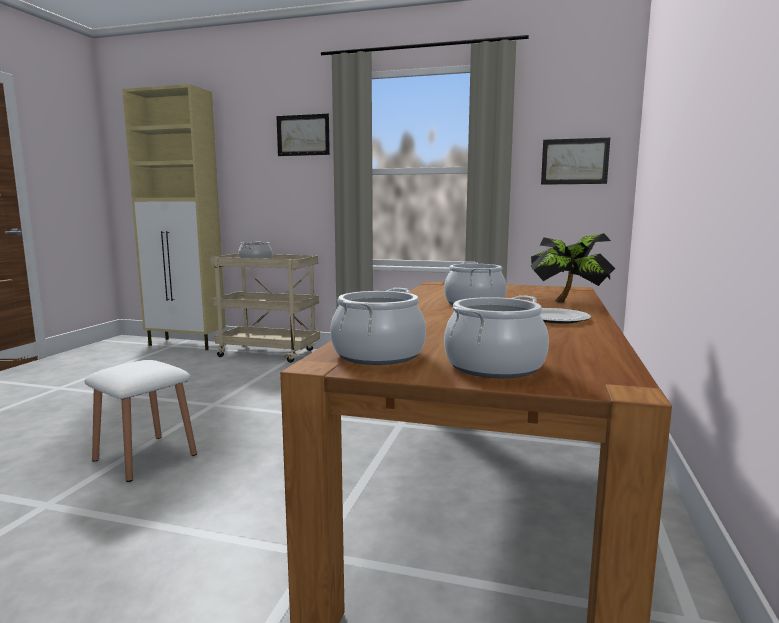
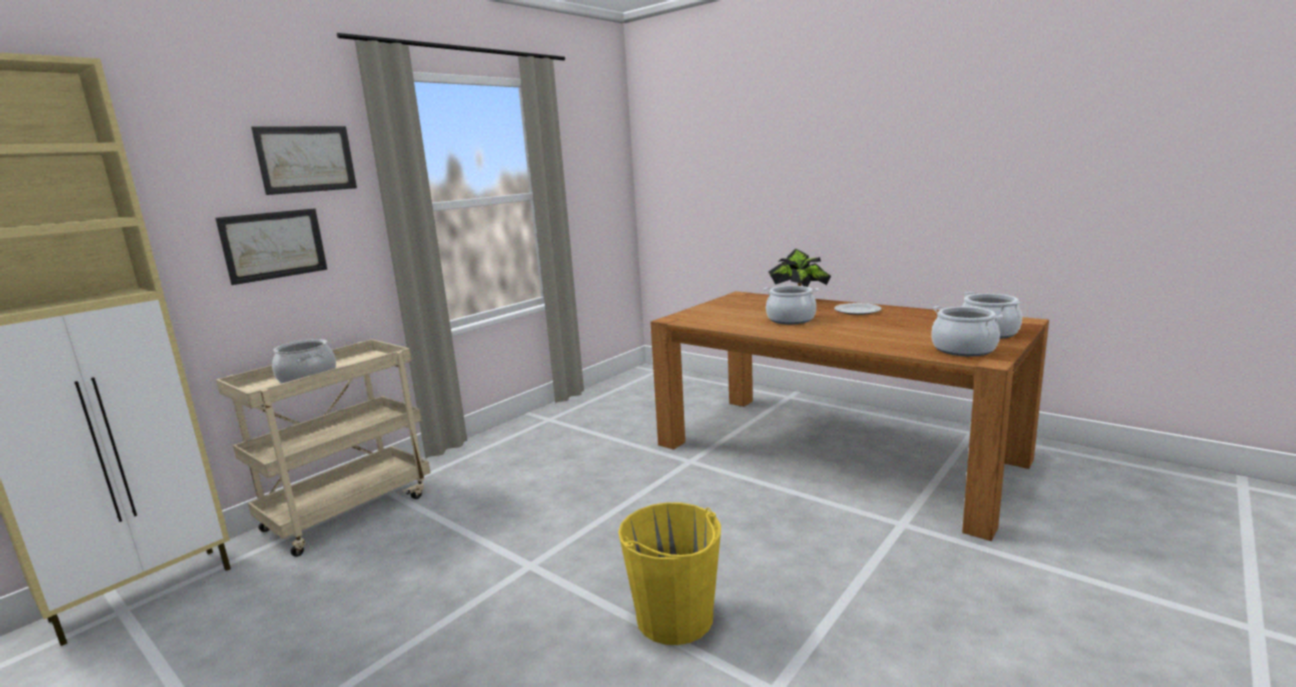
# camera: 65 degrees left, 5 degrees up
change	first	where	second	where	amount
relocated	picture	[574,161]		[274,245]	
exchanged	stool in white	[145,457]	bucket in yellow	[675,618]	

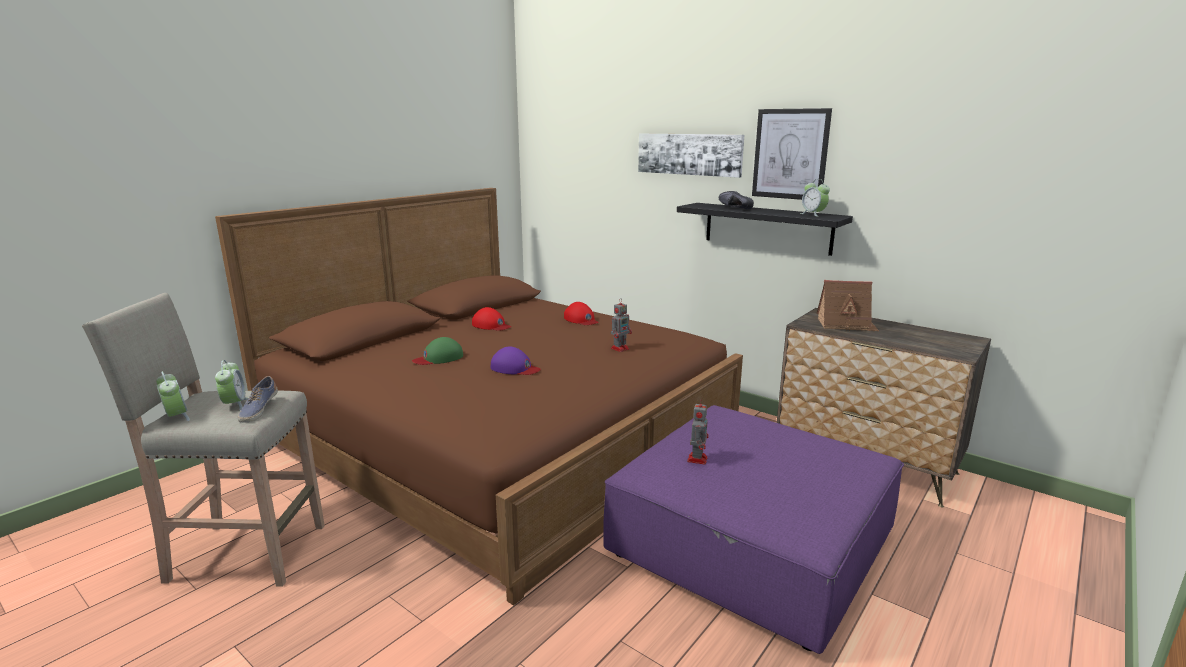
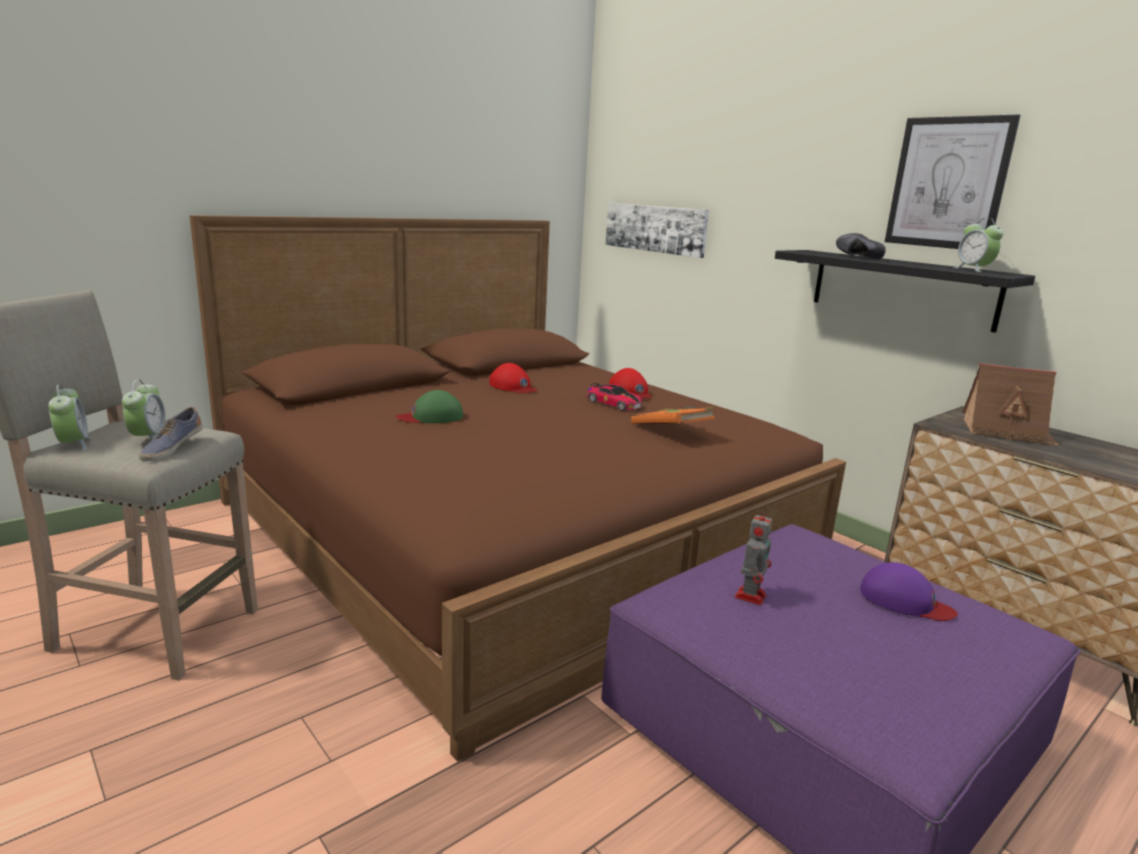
# camera: 10 degrees right, 0 degrees up
change	first	where	second	where	amount
appeared			toy car	[613,403]	
relocated	picture	[689,154]		[655,228]	
exchanged	toy robot	[620,348]	book in orange	[671,431]	
relocated	cap in purple	[515,368]		[905,601]	

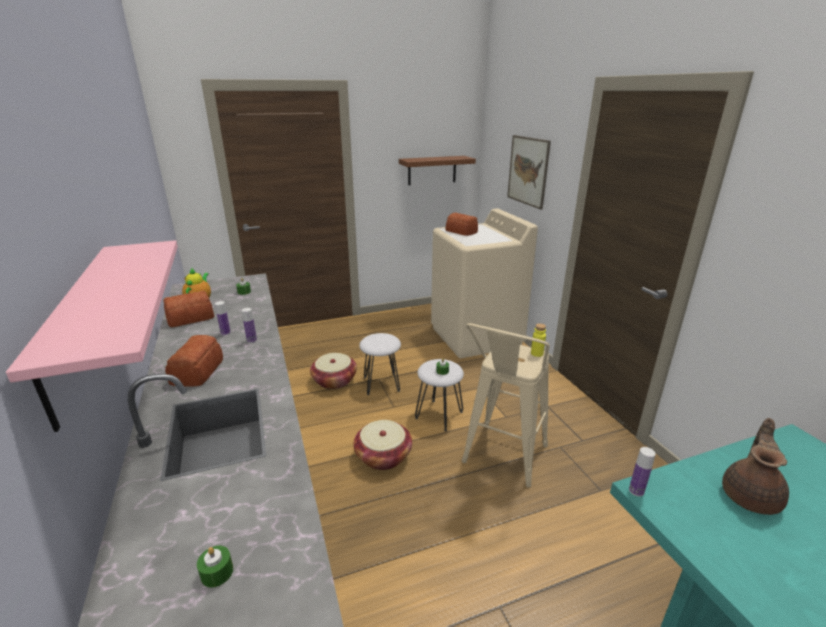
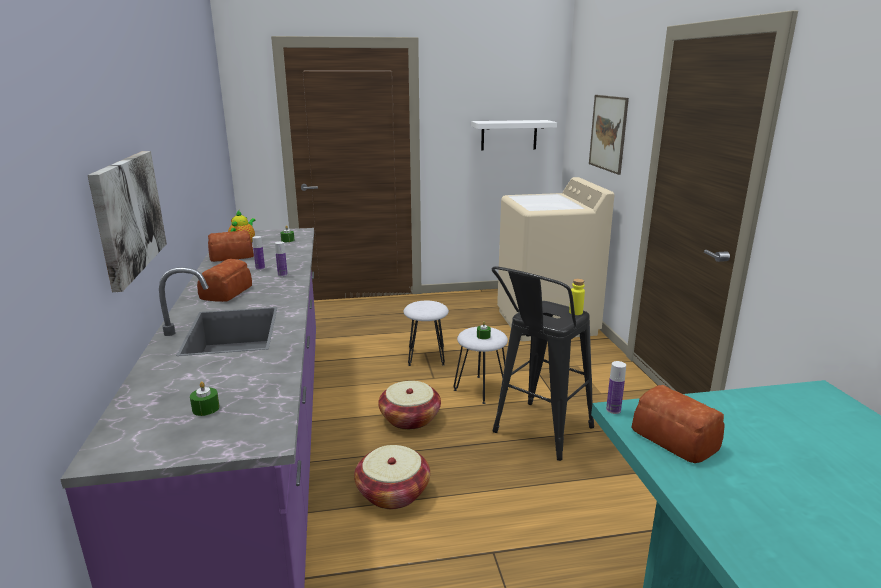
# camera: 10 degrees right, 5 degrees down
change	first	where	second	where	amount
exchanged	shelf in pink	[80,325]	picture	[128,215]	
relocated	basket	[334,380]		[393,492]	
colour	shelf in brown	[432,170]	shelf in white	[509,135]	
colour	stool in beige	[501,460]	stool in black	[537,434]	
relocated	bread	[461,231]		[674,437]	
missing	teapot in brown	[750,496]			

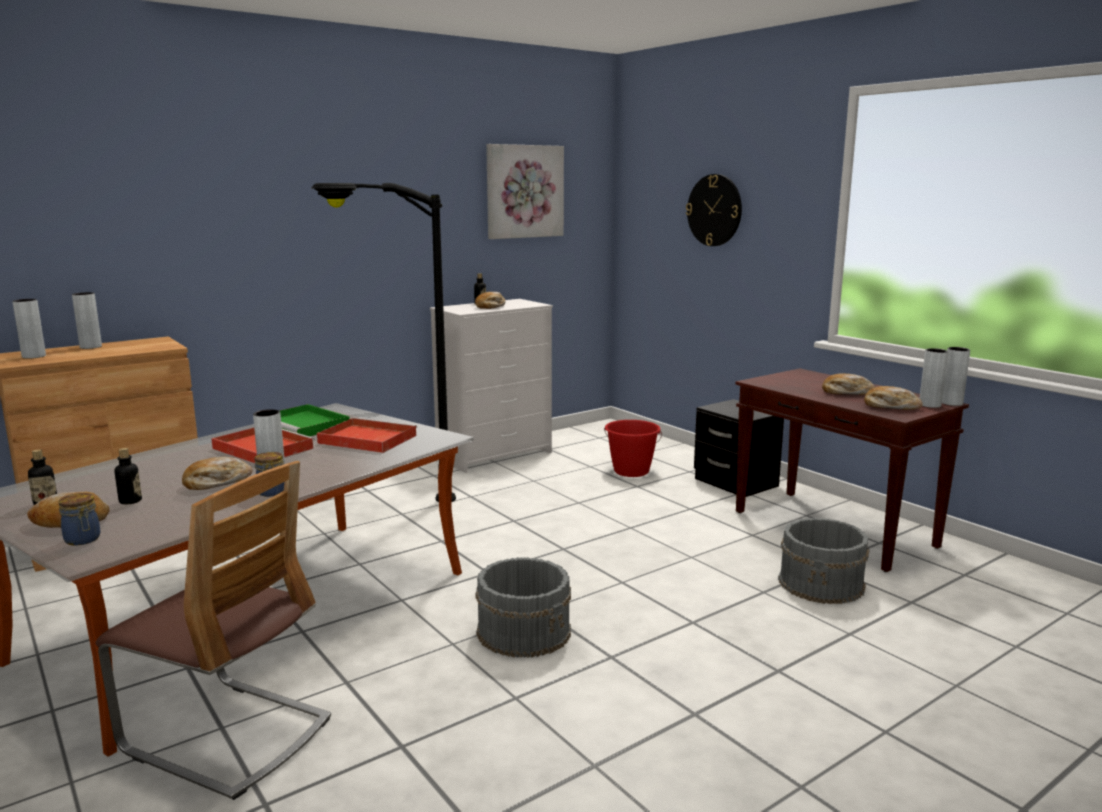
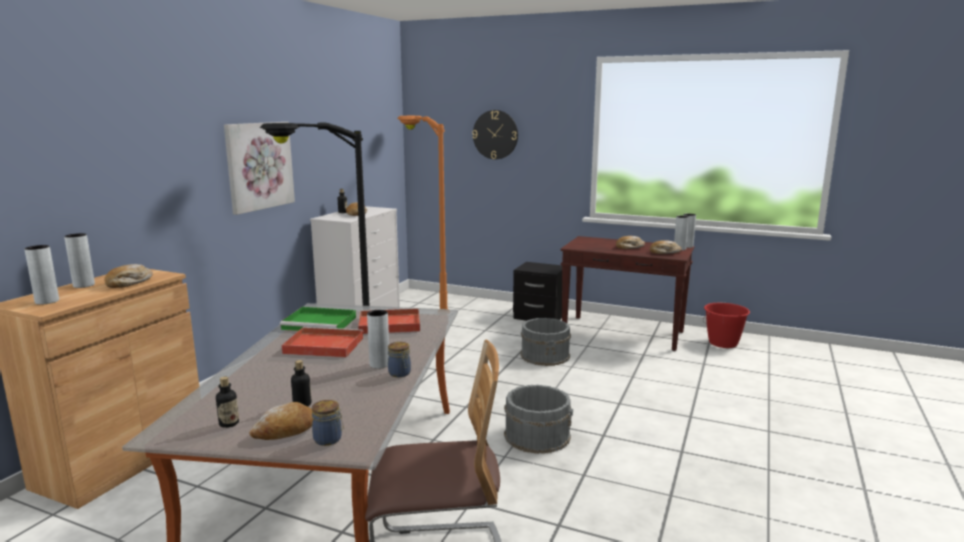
# camera: 30 degrees left, 0 degrees up
change	first	where	second	where	amount
relocated	bread	[216,482]		[129,283]	
relocated	picture	[524,191]		[259,166]	
appeared			floor lamp in orange	[423,303]	
relocated	bucket in grey	[822,583]		[545,355]	
relocated	bucket in red	[631,471]		[723,343]	

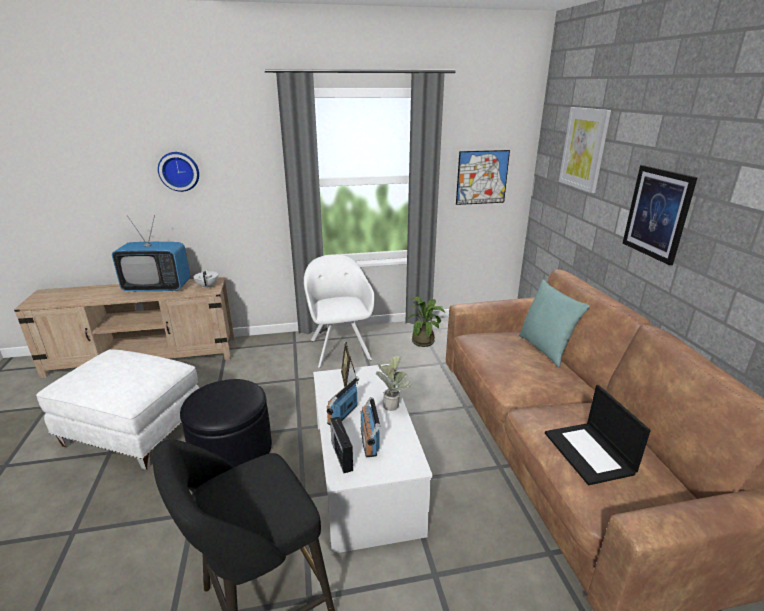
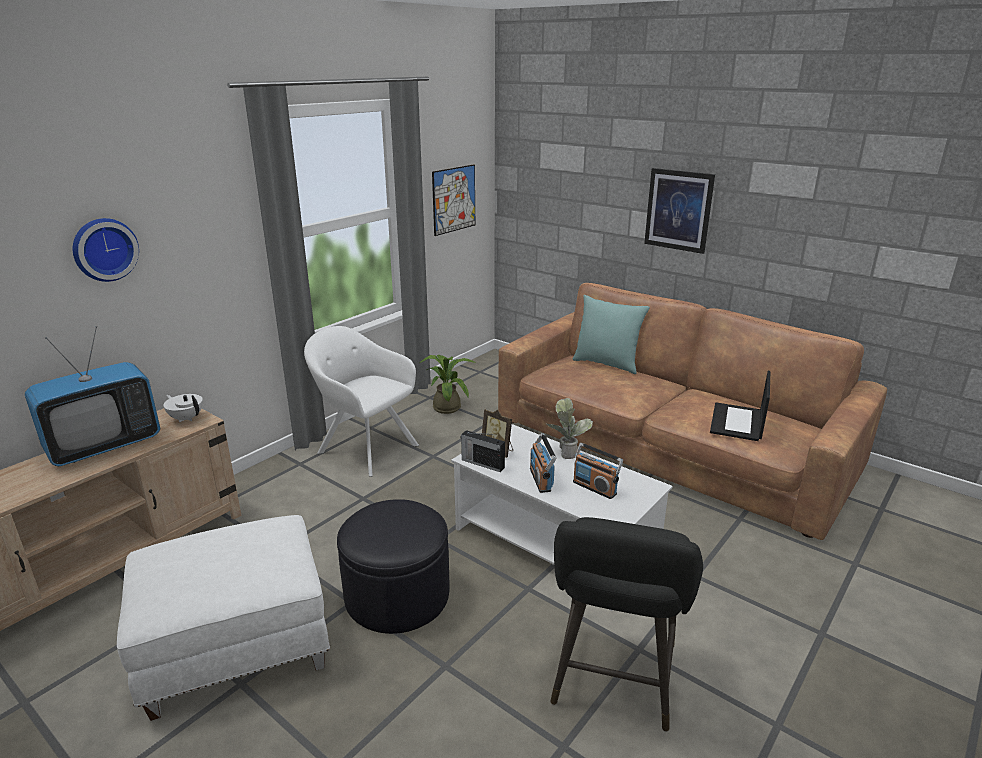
# camera: 40 degrees left, 0 degrees up
change	first	where	second	where	amount
relocated	radio	[341,455]		[482,463]	
spun	laptop	[589,453]		[737,422]	75 degrees clockwise
missing	picture	[584,149]			

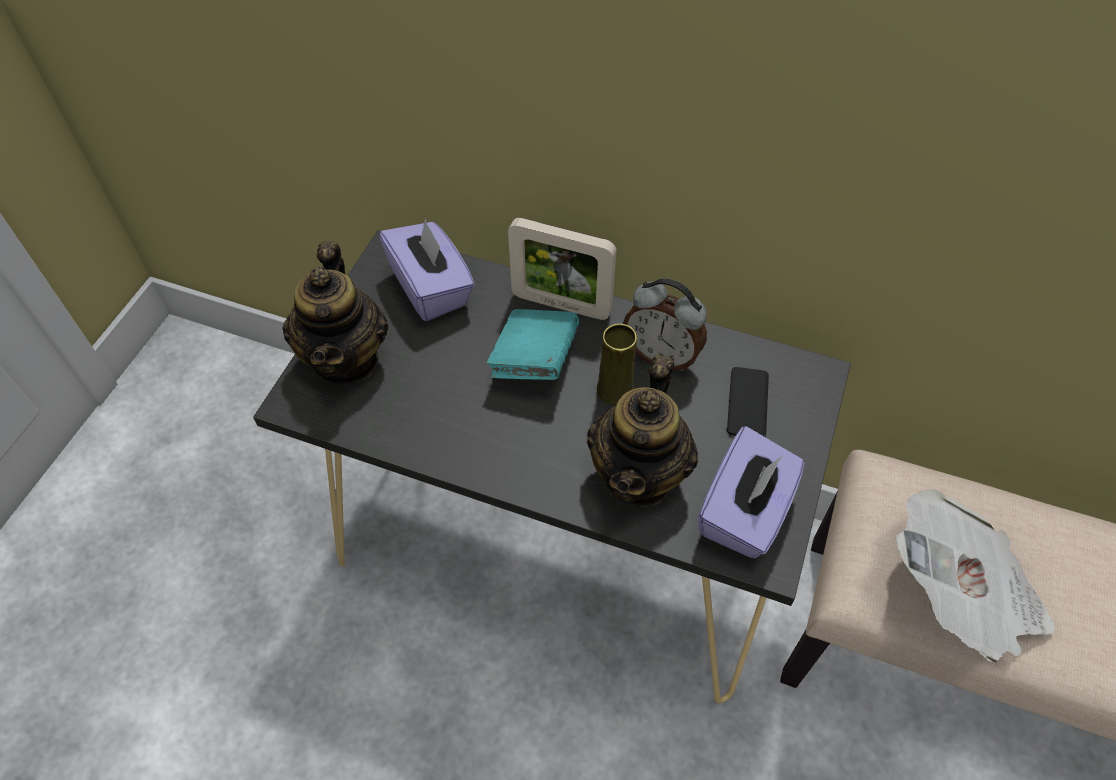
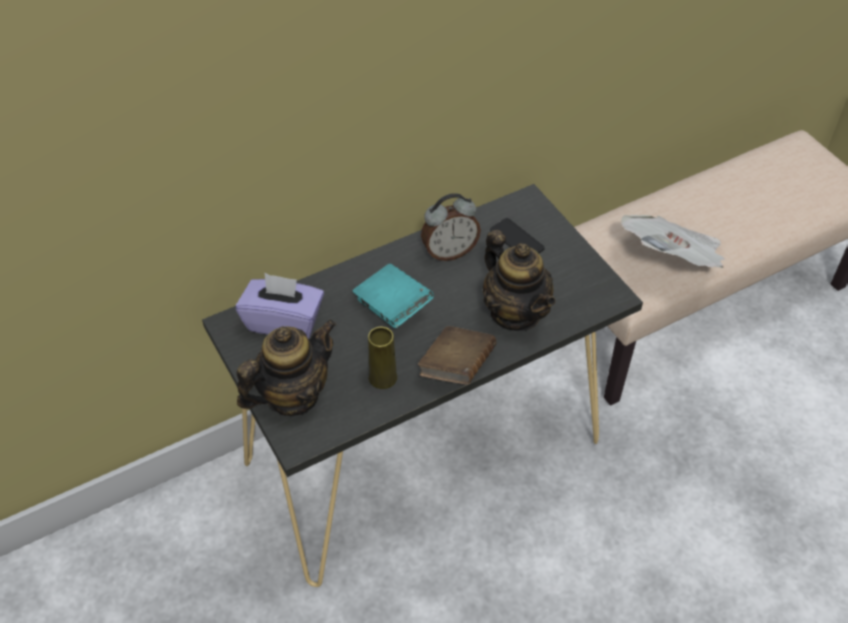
# camera: 50 degrees left, 5 degrees down
change	first	where	second	where	amount
spun	teapot	[346,358]		[292,395]	75 degrees counterclockwise
relocated	vase in yellow	[615,389]		[382,377]	
appeared			book in brown	[456,367]	
missing	picture frame	[561,304]			
missing	tissue box in purple	[744,512]			

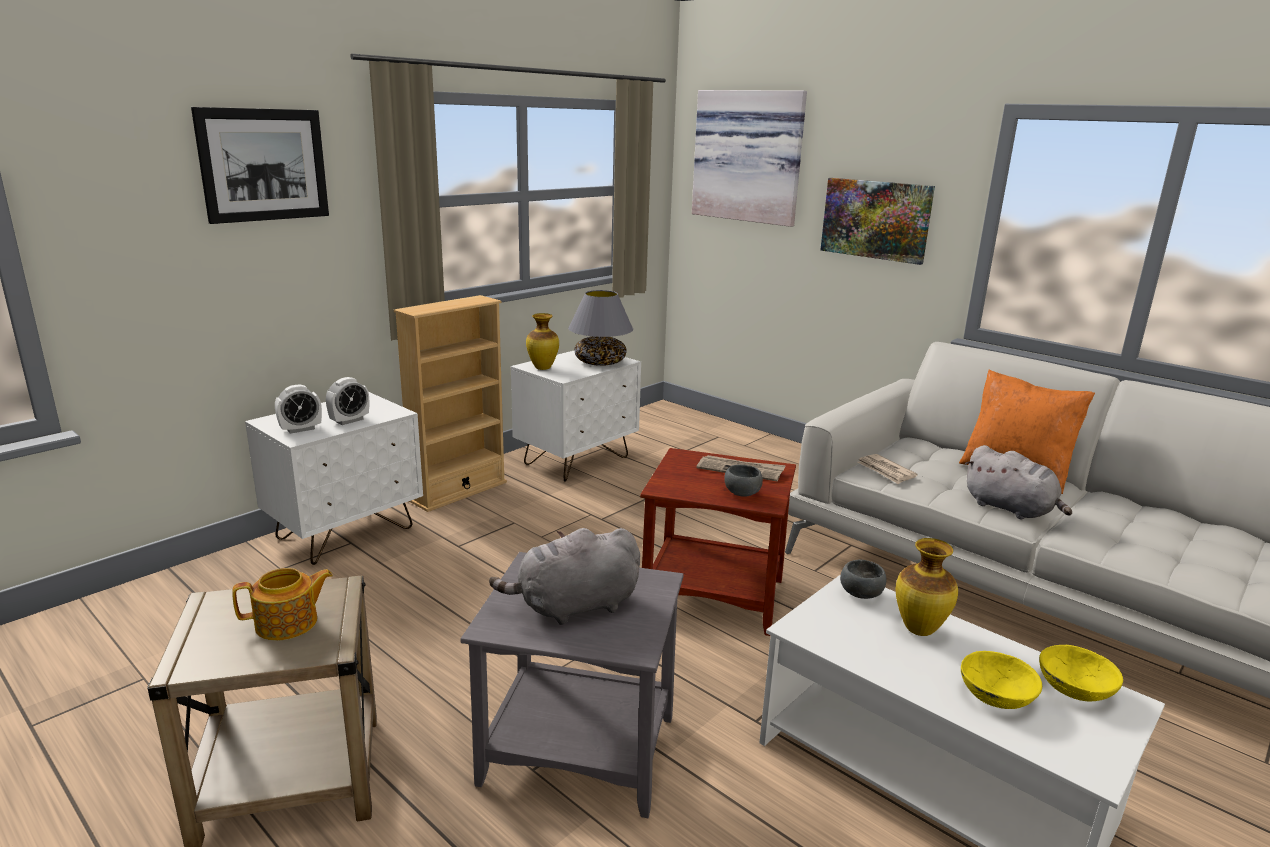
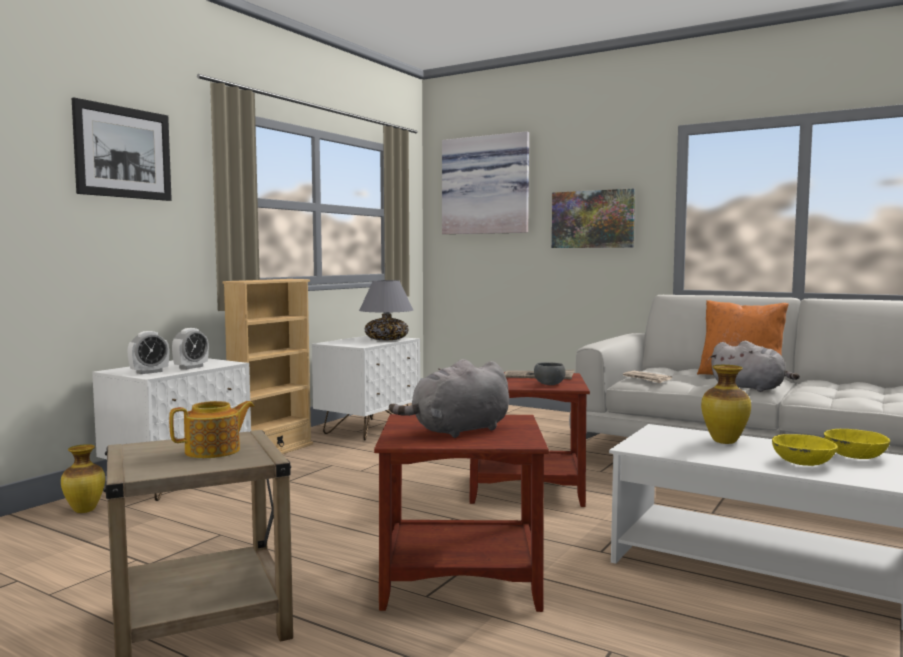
# camera: 10 degrees left, 15 degrees down
change	first	where	second	where	amount
relocated	vase	[543,368]		[85,511]	
colour	side table in grey	[578,752]	side table in brown	[460,582]	
missing	bowl in grey	[862,594]			

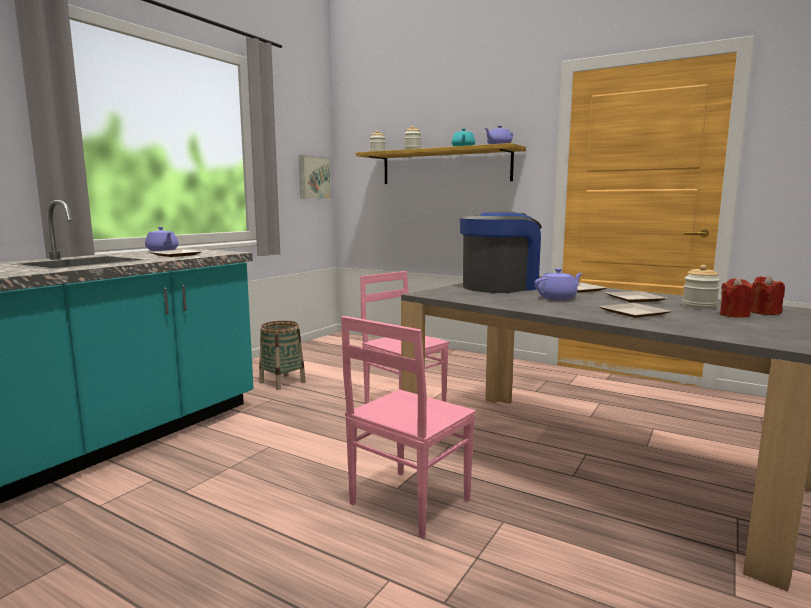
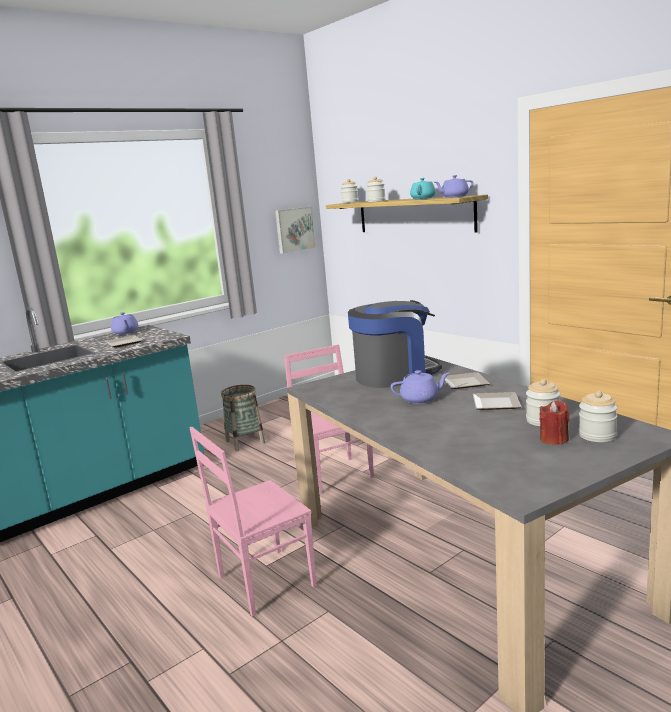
# camera: 20 degrees right, 5 degrees up
change	first	where	second	where	amount
exchanged	candle in red	[764,312]	jar	[597,435]	
missing	plate	[636,313]			

